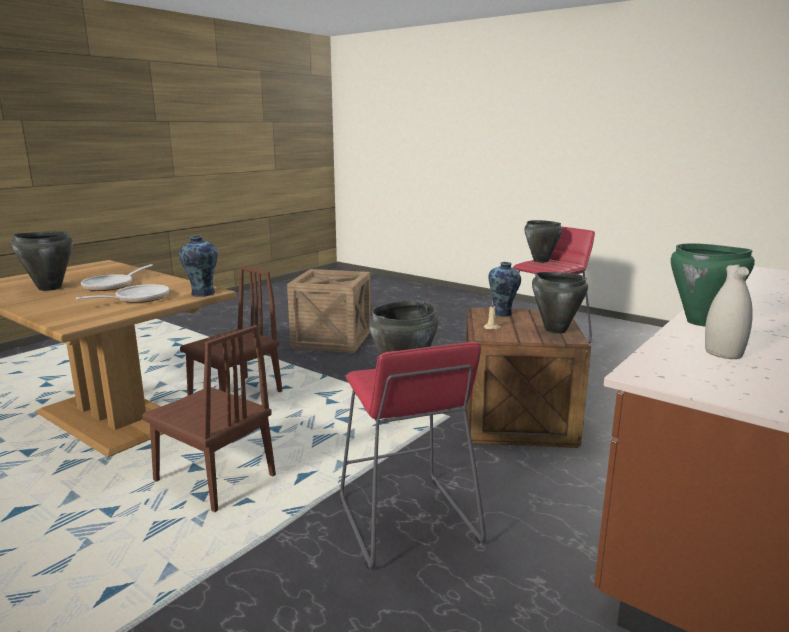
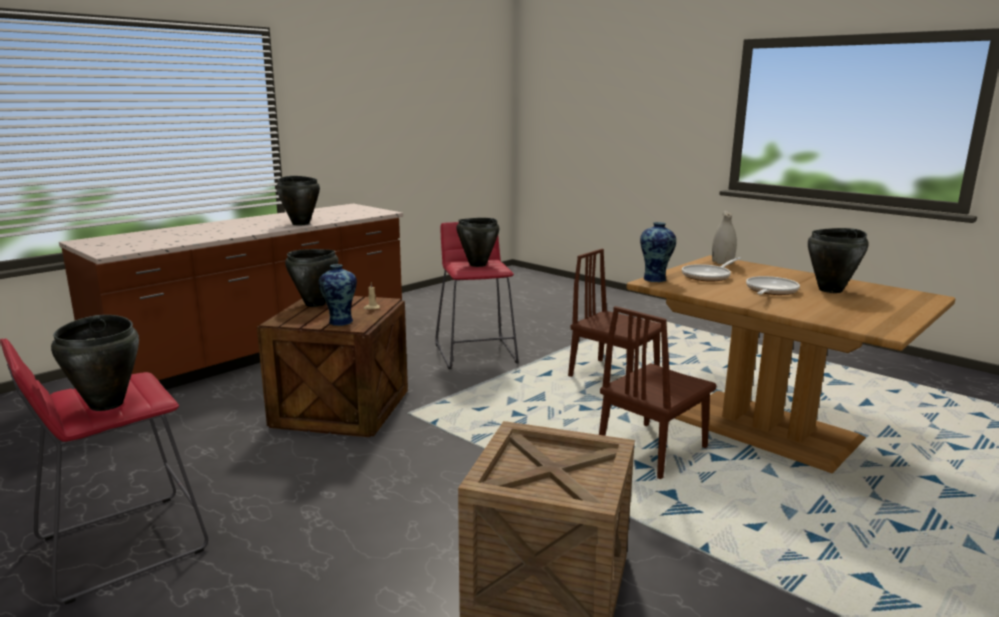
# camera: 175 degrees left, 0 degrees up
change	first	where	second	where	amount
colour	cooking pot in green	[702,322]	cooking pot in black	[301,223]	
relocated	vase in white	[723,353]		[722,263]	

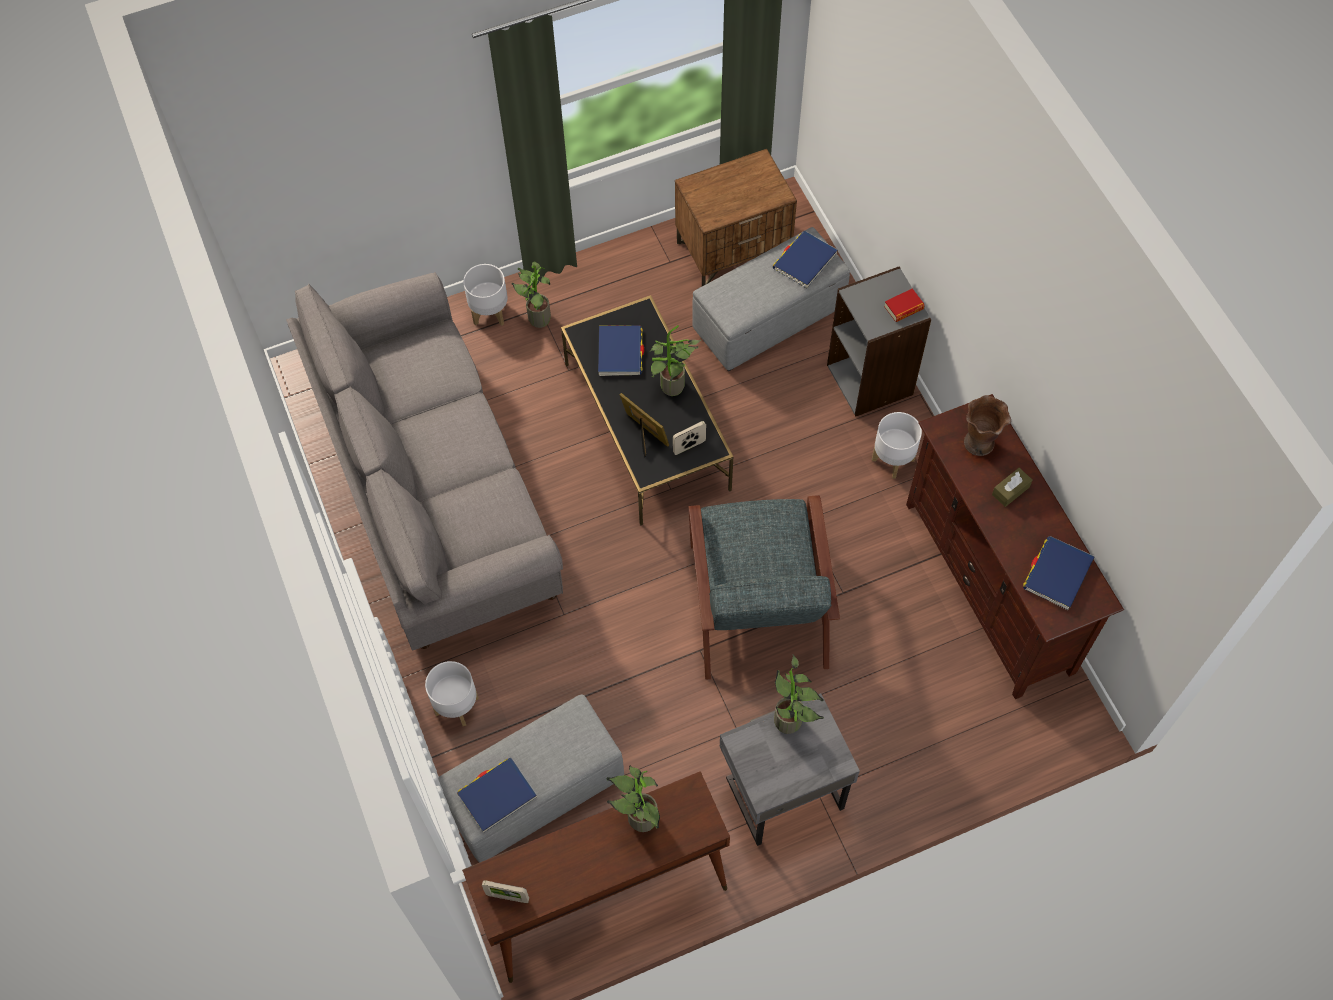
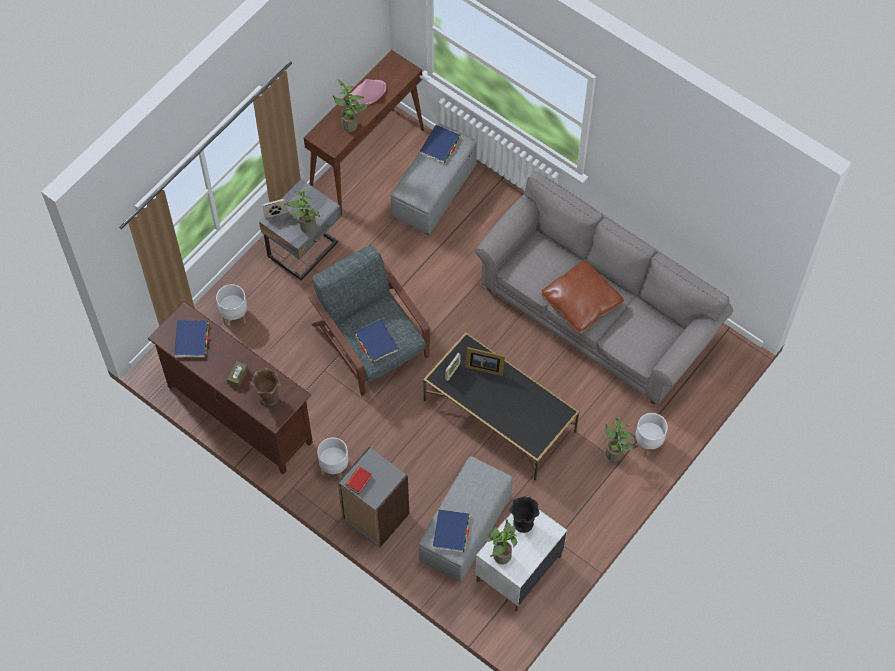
# camera: 150 degrees right, 0 degrees up
change	first	where	second	where	amount
relocated	planter in white	[456,706]		[235,315]	
relocated	picture frame	[507,897]		[275,214]	
appeared			hat in pink	[367,94]	
relocated	book in blue	[620,352]		[376,342]	
colour	nightstand in brown	[733,251]	nightstand in white	[518,570]	
relocated	potted plant	[672,390]		[501,554]	
appeared			vase in black	[523,523]	
appeared			pillow in brown	[581,302]	

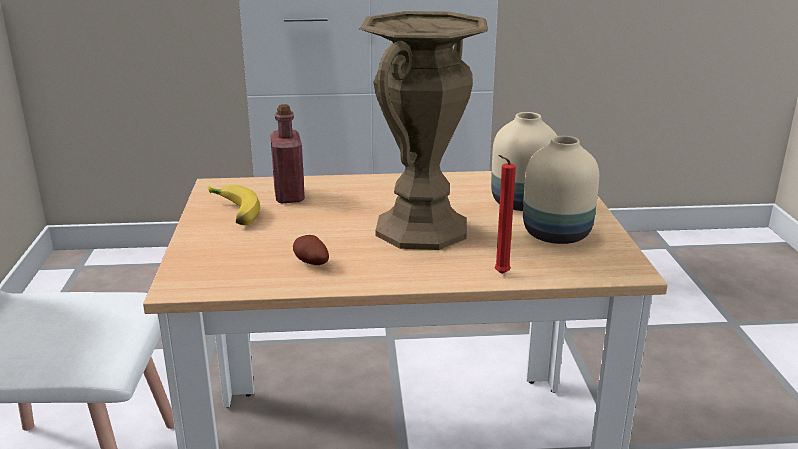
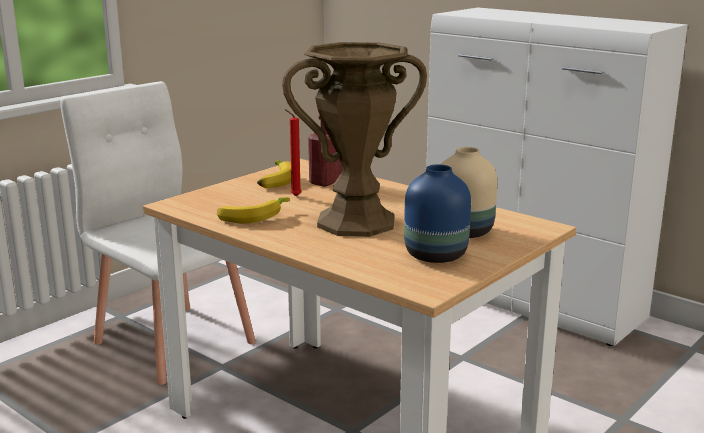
# camera: 45 degrees right, 5 degrees down
change	first	where	second	where	amount
exchanged	potato	[310,263]	banana	[252,216]	
relocated	candle in red	[499,274]		[294,196]	
colour	vase in beige	[558,235]	vase in blue	[437,256]	

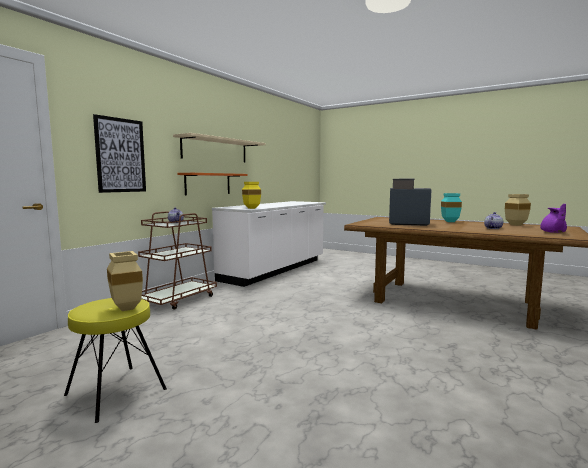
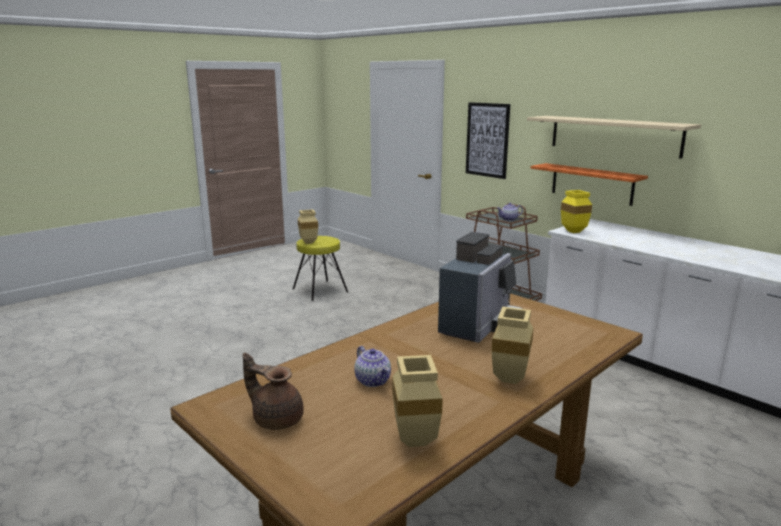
# camera: 105 degrees right, 10 degrees up
change	first	where	second	where	amount
colour	teapot in purple	[553,232]	teapot in brown	[276,419]	
colour	vase in turquoise	[450,221]	vase in beige	[511,380]	

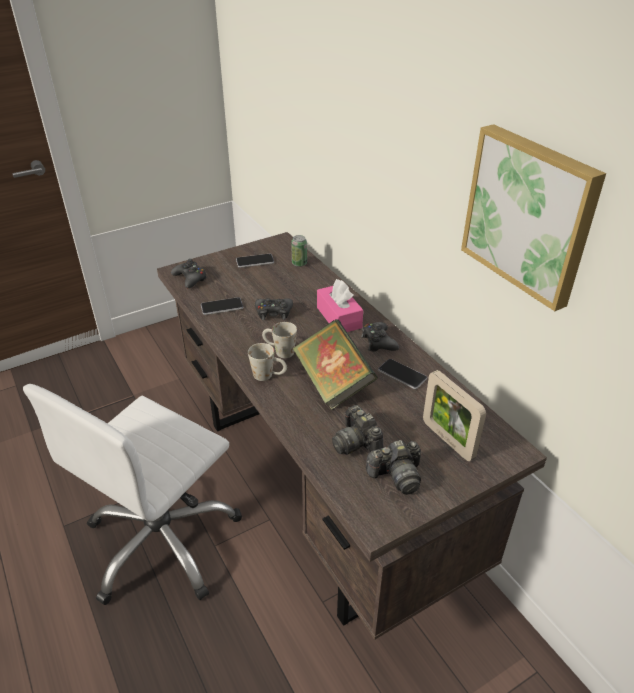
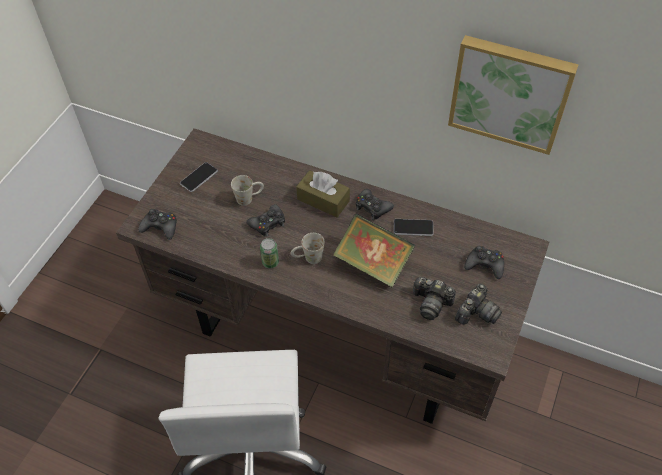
# camera: 35 degrees left, 15 degrees up
change	first	where	second	where	amount
relocated	mug in white	[269,376]		[249,198]	
relocated	can	[299,263]		[270,262]	
colour	tissue box in pink	[339,317]	tissue box in brown	[323,200]	
exchanged	picture frame	[448,440]	game controller in black	[485,265]	
missing	phone	[222,307]			

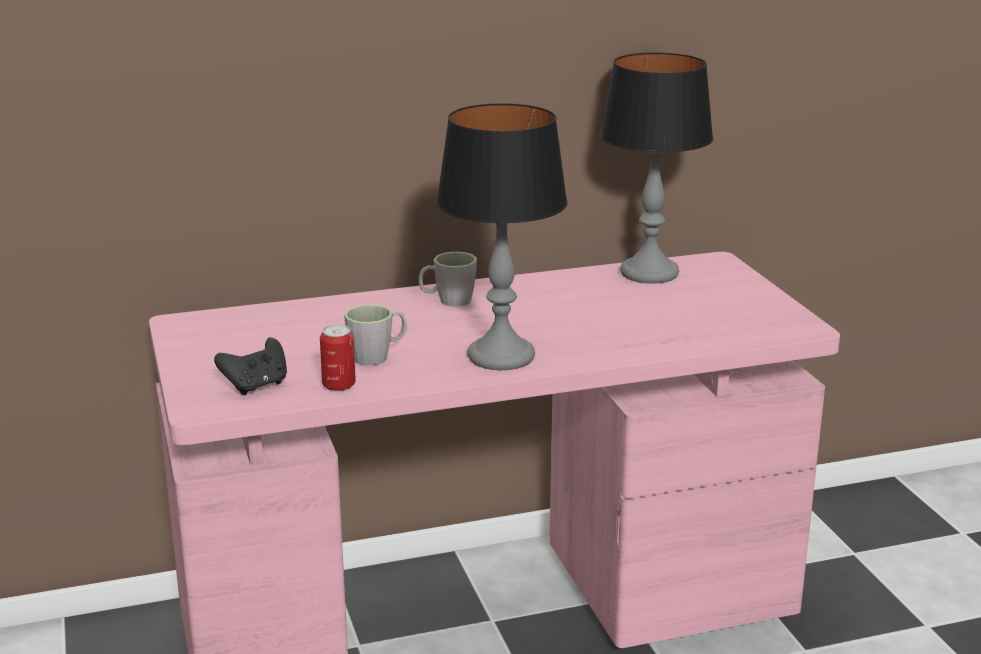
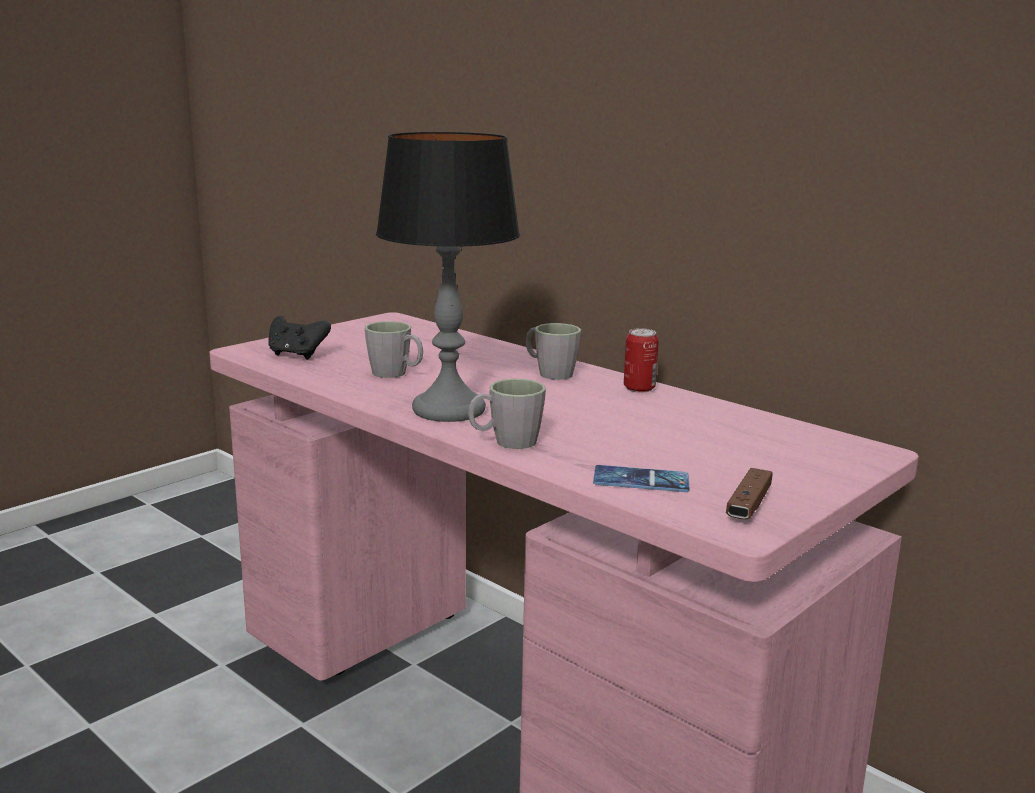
# camera: 60 degrees right, 5 degrees down
change	first	where	second	where	amount
appeared			mug in grey	[506,442]	
appeared			phone	[641,480]	
relocated	can	[339,385]		[639,388]	
appeared			game controller in brown	[748,505]	
missing	table lamp	[650,273]			

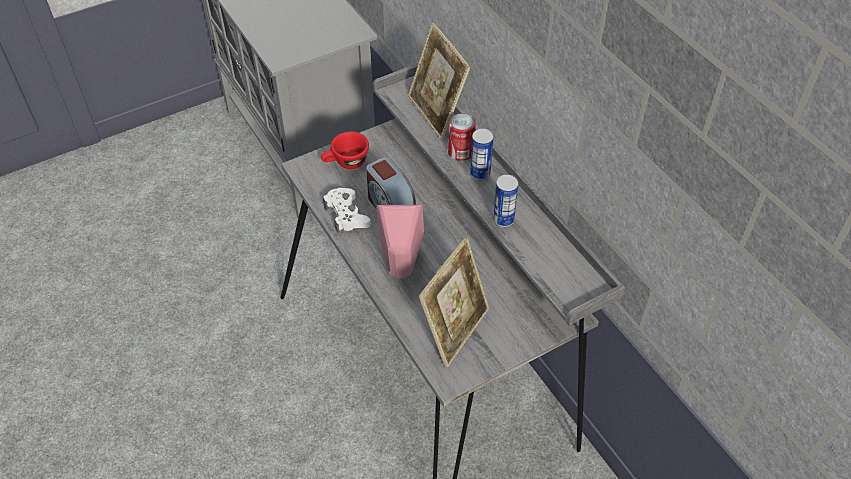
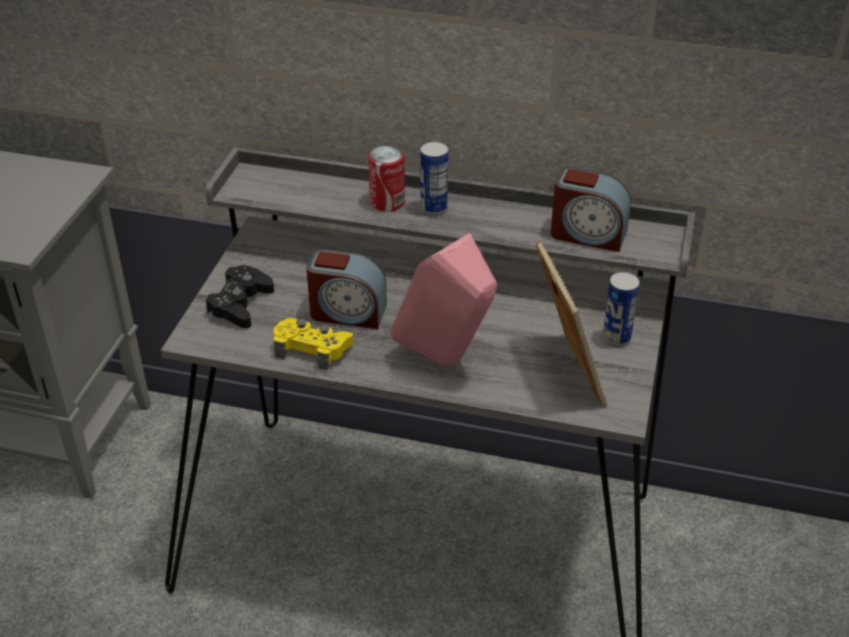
# camera: 45 degrees left, 10 degrees down
change	first	where	second	where	amount
exchanged	cup in red	[346,163]	game controller in black	[240,304]	
colour	game controller in white	[346,215]	game controller in yellow	[312,349]	
appeared			alarm clock	[587,234]	
relocated	can	[503,220]		[616,338]	
missing	picture frame	[437,114]			

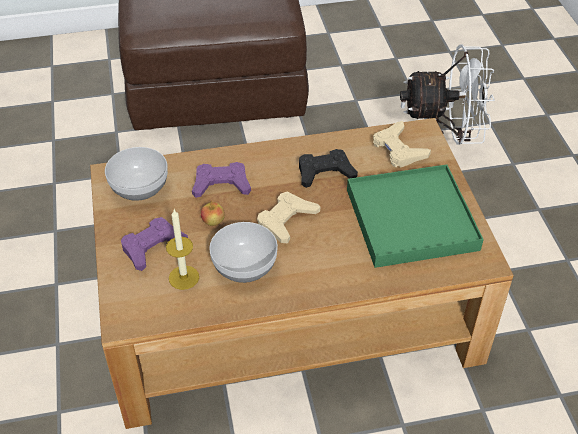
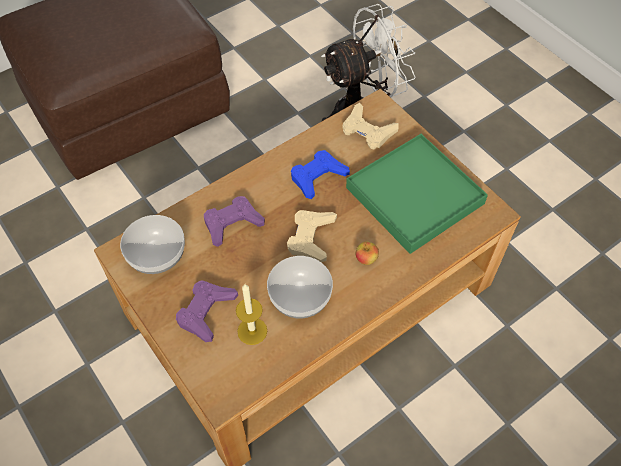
# camera: 25 degrees left, 10 degrees up
change	first	where	second	where	amount
colour	game controller in black	[325,173]	game controller in blue	[318,177]	
relocated	apple	[213,221]		[366,259]	

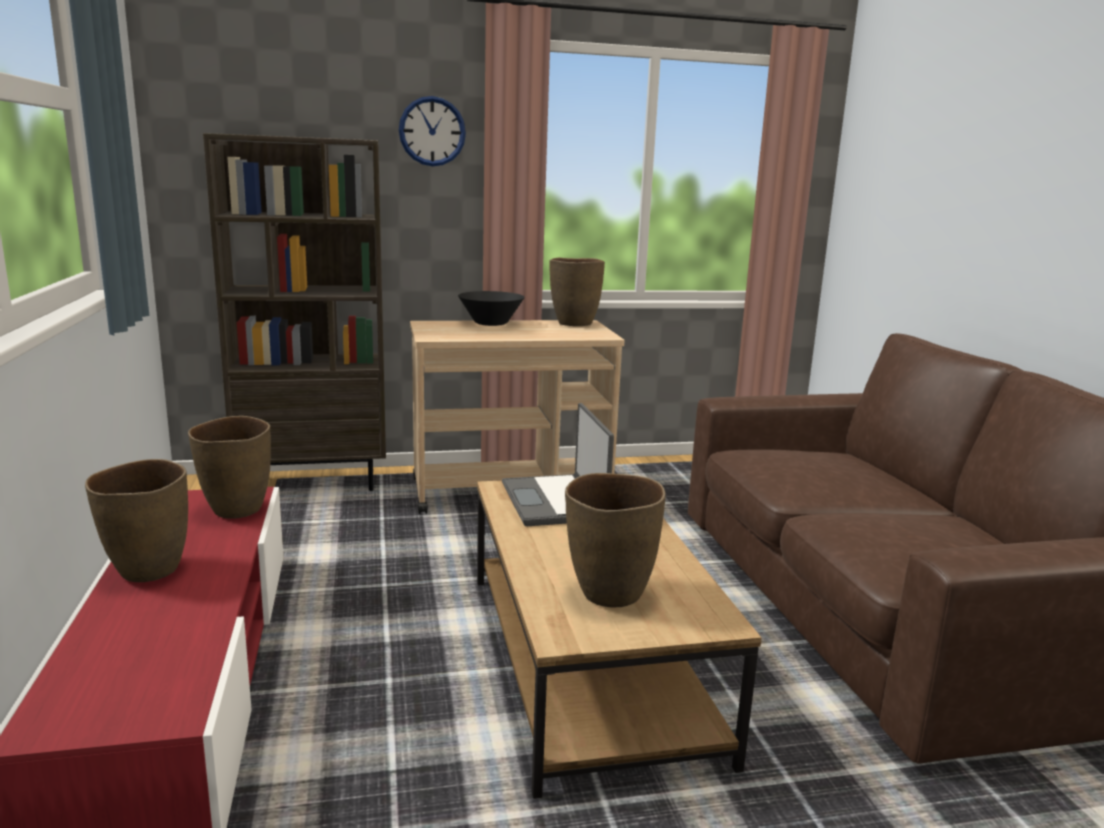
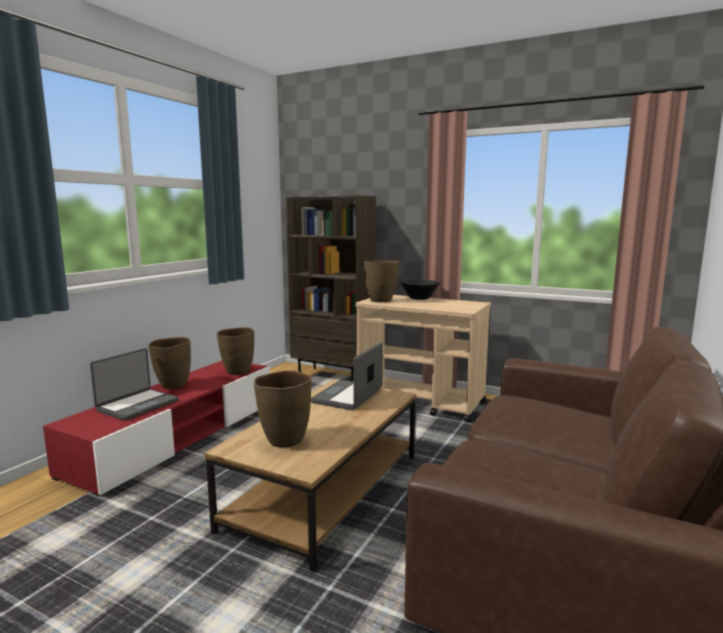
# camera: 40 degrees right, 5 degrees down
change	first	where	second	where	amount
appeared			laptop	[137,405]	
relocated	vase in brown	[574,324]		[380,301]	
missing	wall clock	[432,131]			

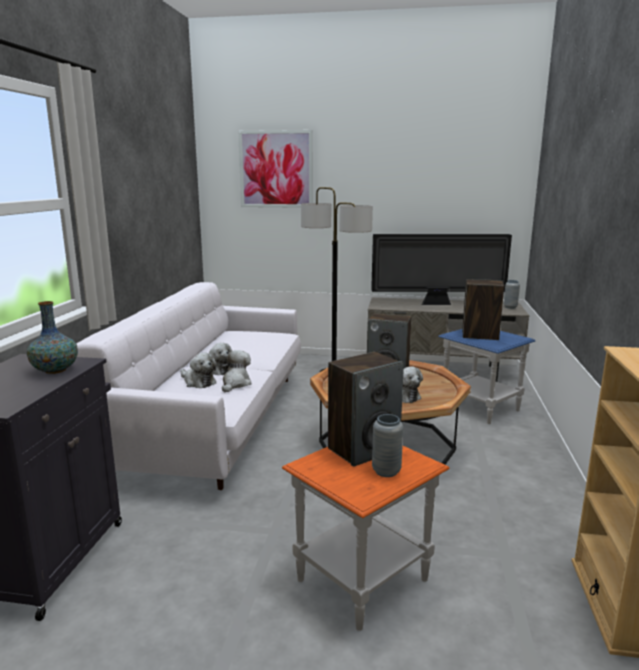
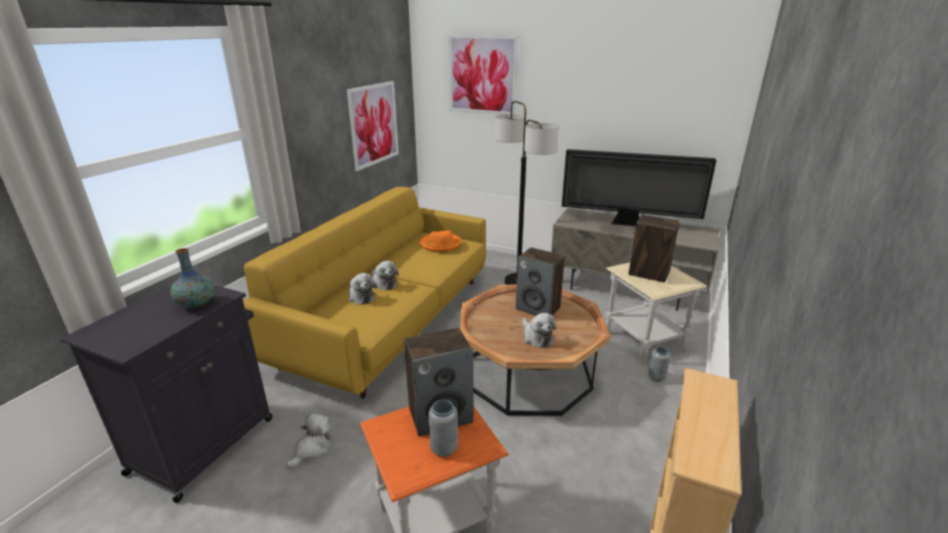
# camera: 15 degrees right, 10 degrees up
change	first	where	second	where	amount
colour	sofa in white	[214,420]	sofa in yellow	[390,320]	
relocated	plush toy	[235,384]		[312,449]	
appeared			picture	[374,124]	
appeared			hat in orange	[440,244]	
colour	side table in blue	[480,408]	side table in beige	[643,341]	
relocated	vase in grey	[510,307]		[656,377]	

